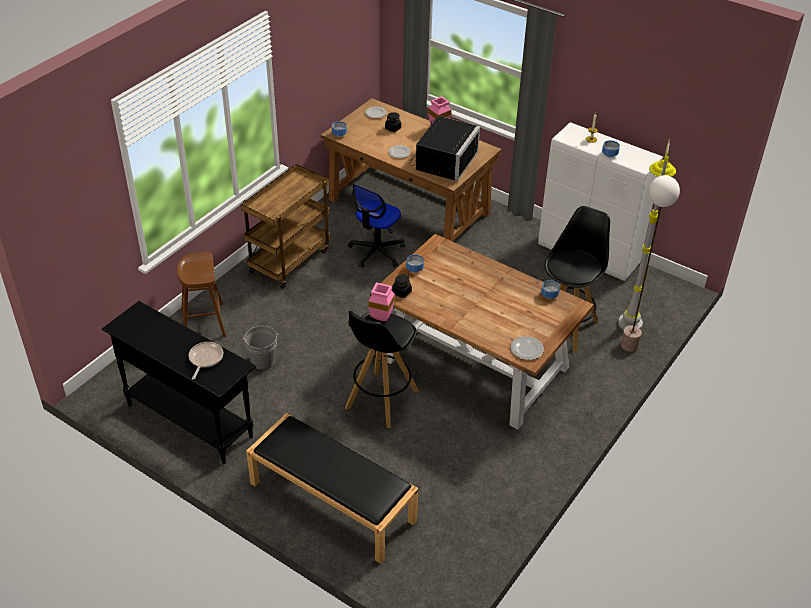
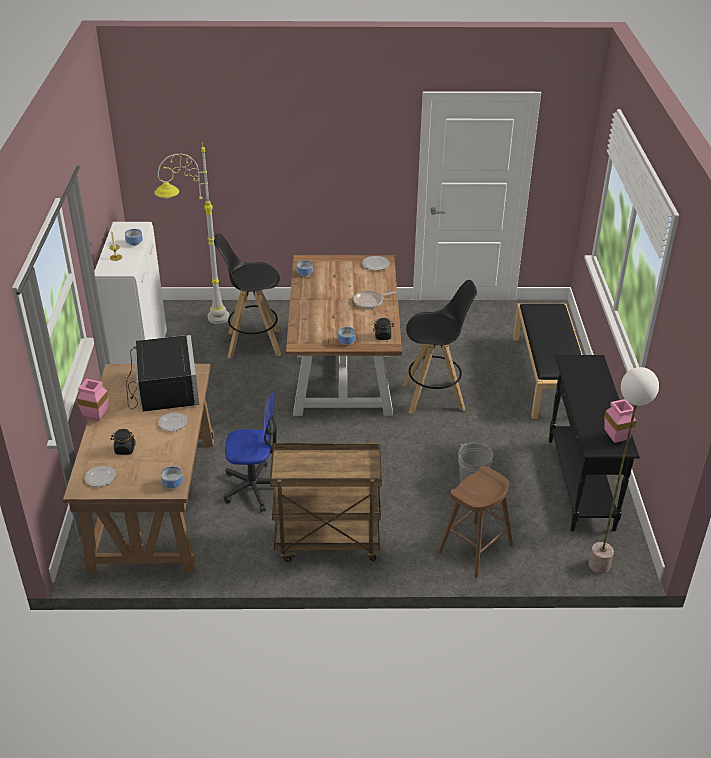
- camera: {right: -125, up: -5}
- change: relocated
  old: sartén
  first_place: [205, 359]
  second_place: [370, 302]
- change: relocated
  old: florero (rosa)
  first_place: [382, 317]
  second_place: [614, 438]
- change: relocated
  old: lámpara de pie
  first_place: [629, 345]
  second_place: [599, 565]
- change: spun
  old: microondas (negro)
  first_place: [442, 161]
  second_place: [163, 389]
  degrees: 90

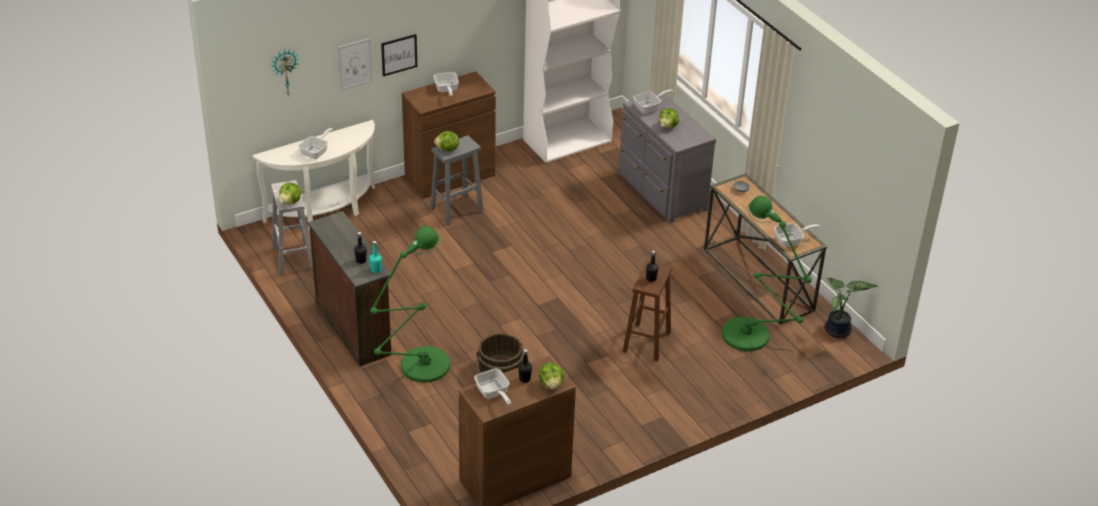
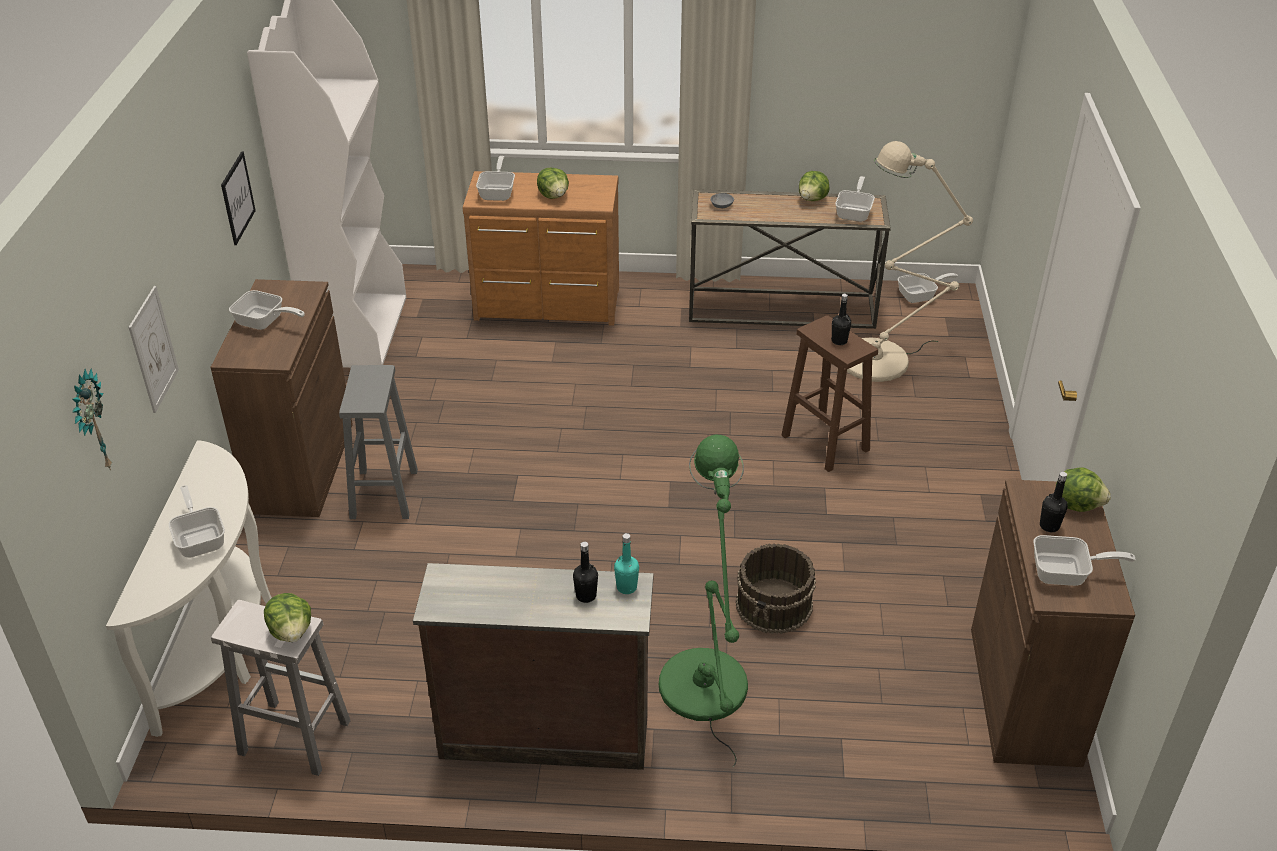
- camera: {right: -55, up: 0}
- change: relocated
  old: cuadro
  first_place: [399, 54]
  second_place: [237, 198]
- change: relocated
  old: lechuga
  first_place: [447, 149]
  second_place: [812, 199]
- change: exchanged
  old: planta en maceta
  new: sartén
  first_place: [838, 332]
  second_place: [920, 295]
- change: colour
  old: cómoda (gris)
  new: cómoda (marrón)
  first_place: [660, 192]
  second_place: [548, 306]
- change: colour
  old: lámpara de pie (verde)
  new: lámpara de pie (beis)
  first_place: [751, 338]
  second_place: [883, 359]

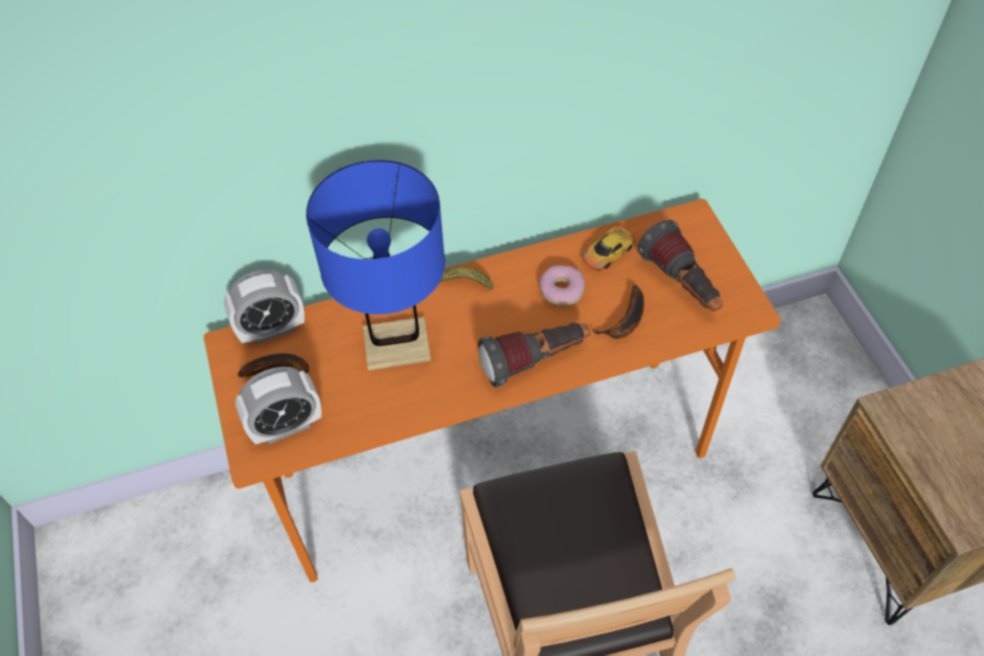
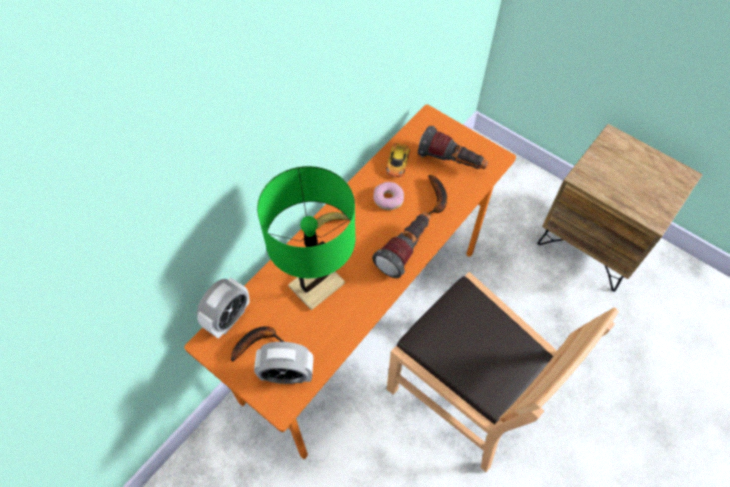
- camera: {right: -35, up: 5}
- change: colour
  old: lámpara de mesa (azul)
  new: lámpara de mesa (verde)
  first_place: [396, 345]
  second_place: [316, 285]
- change: spun
  old: despertador
  first_place: [286, 426]
  second_place: [287, 374]
  degrees: 60

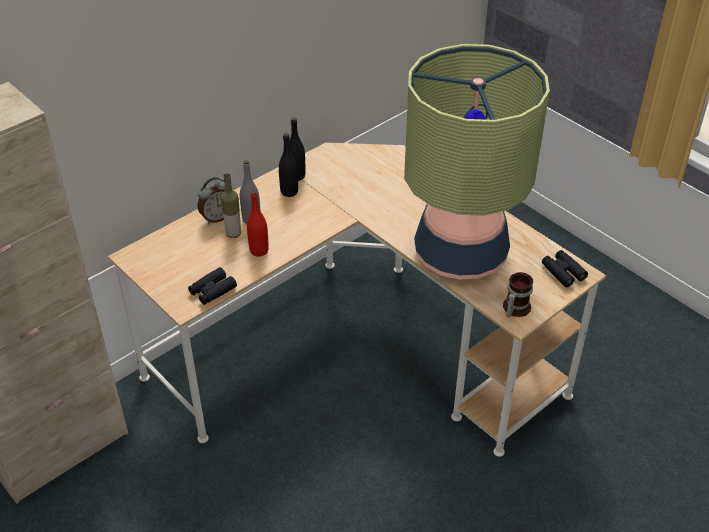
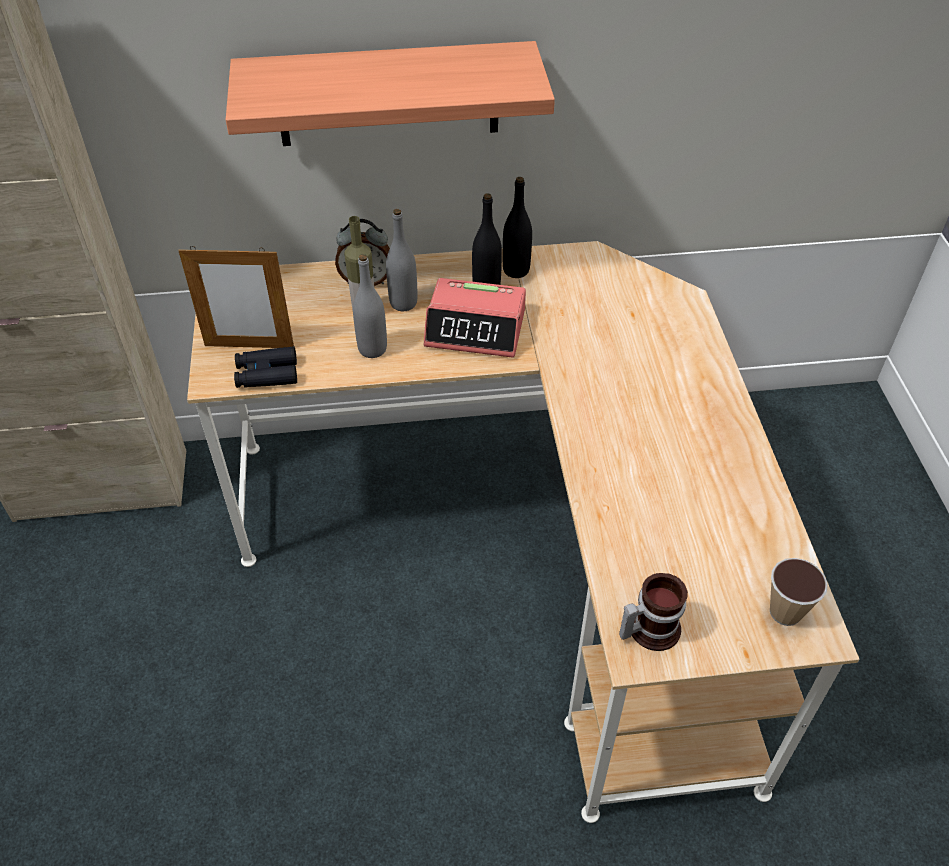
- camera: {right: 35, up: 5}
- change: missing
  old: lámpara de mesa
  first_place: [460, 254]
- change: appeared
  new: portarretratos
  second_place: [249, 346]
- change: appeared
  new: estante
  second_place: [388, 94]
- change: appeared
  new: despertador
  second_place: [476, 328]
- change: exchanged
  old: prismáticos (negro)
  new: taza
  first_place: [563, 272]
  second_place: [785, 612]
- change: colour
  old: botella (rojo)
  new: botella (gris)
  first_place: [259, 250]
  second_place: [372, 349]

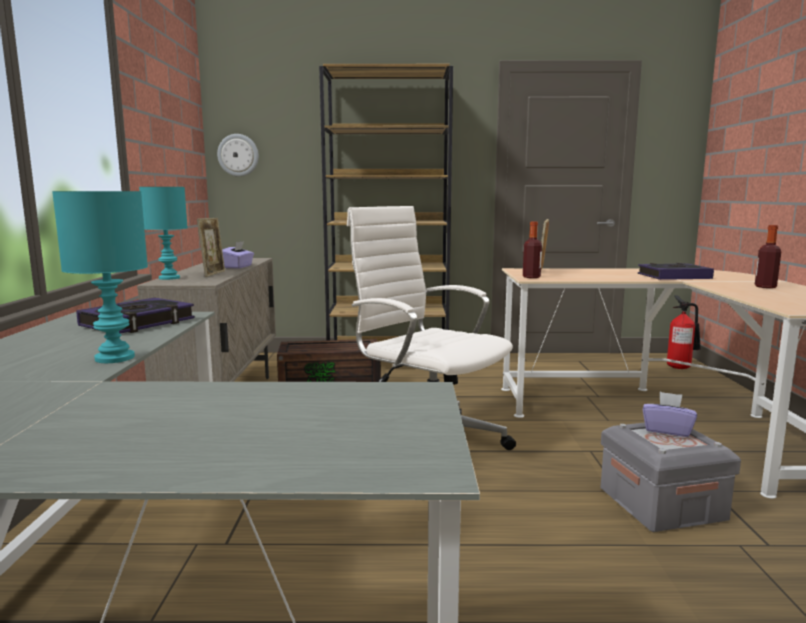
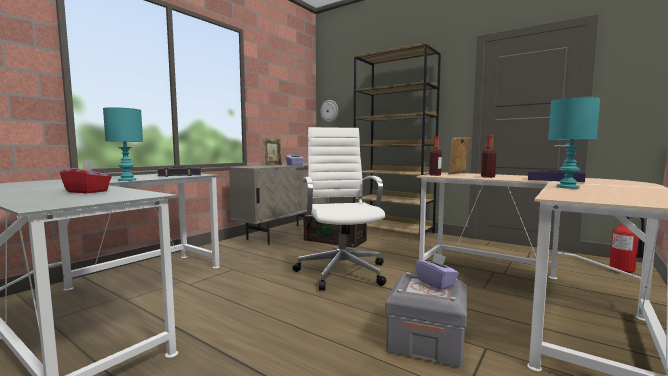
- camera: {right: 35, up: -5}
- change: appeared
  new: caja de pañuelos (rojo)
  second_place: [87, 191]
- change: relocated
  old: lámpara de mesa (turquesa)
  first_place: [169, 278]
  second_place: [568, 187]
- change: relocated
  old: botella
  first_place: [765, 287]
  second_place: [487, 177]

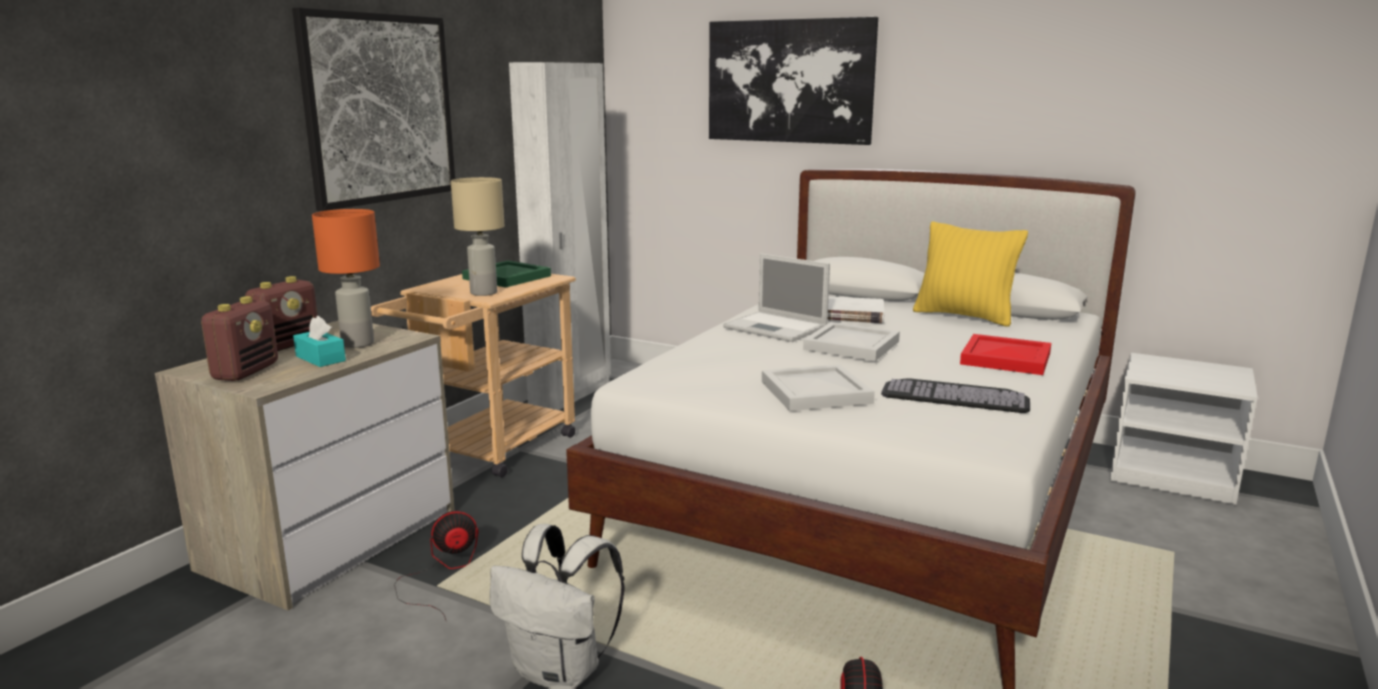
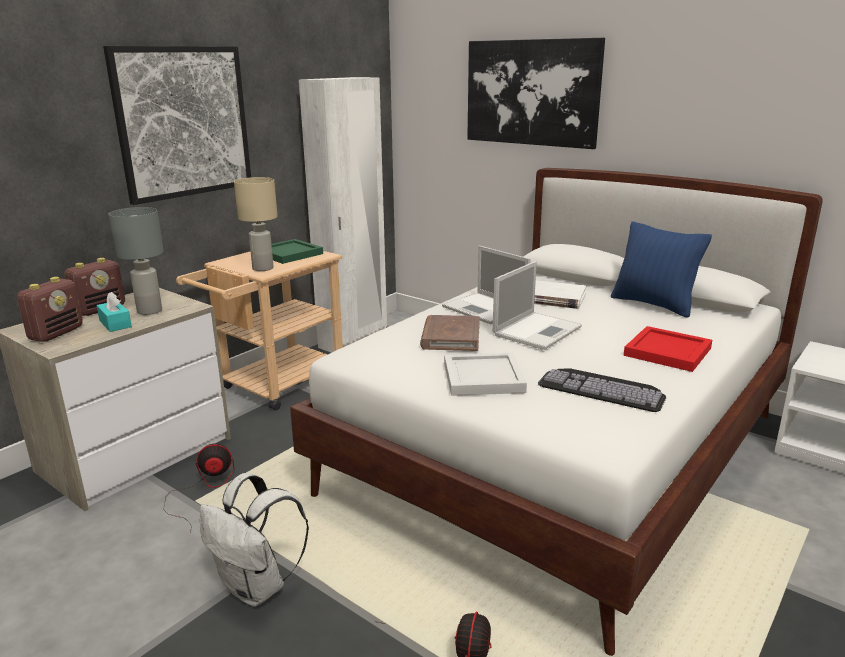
- camera: {right: 10, up: 5}
- change: appeared
  new: libro (marrón)
  second_place: [450, 337]
- change: exchanged
  old: bandeja (blanco)
  new: portátil
  first_place: [850, 345]
  second_place: [537, 330]
- change: colour
  old: lámpara de mesa (naranja)
  new: lámpara de mesa (gris)
  first_place: [356, 344]
  second_place: [149, 311]
- change: colour
  old: cojín (amarillo)
  new: cojín (azul)
  first_place: [964, 316]
  second_place: [653, 304]

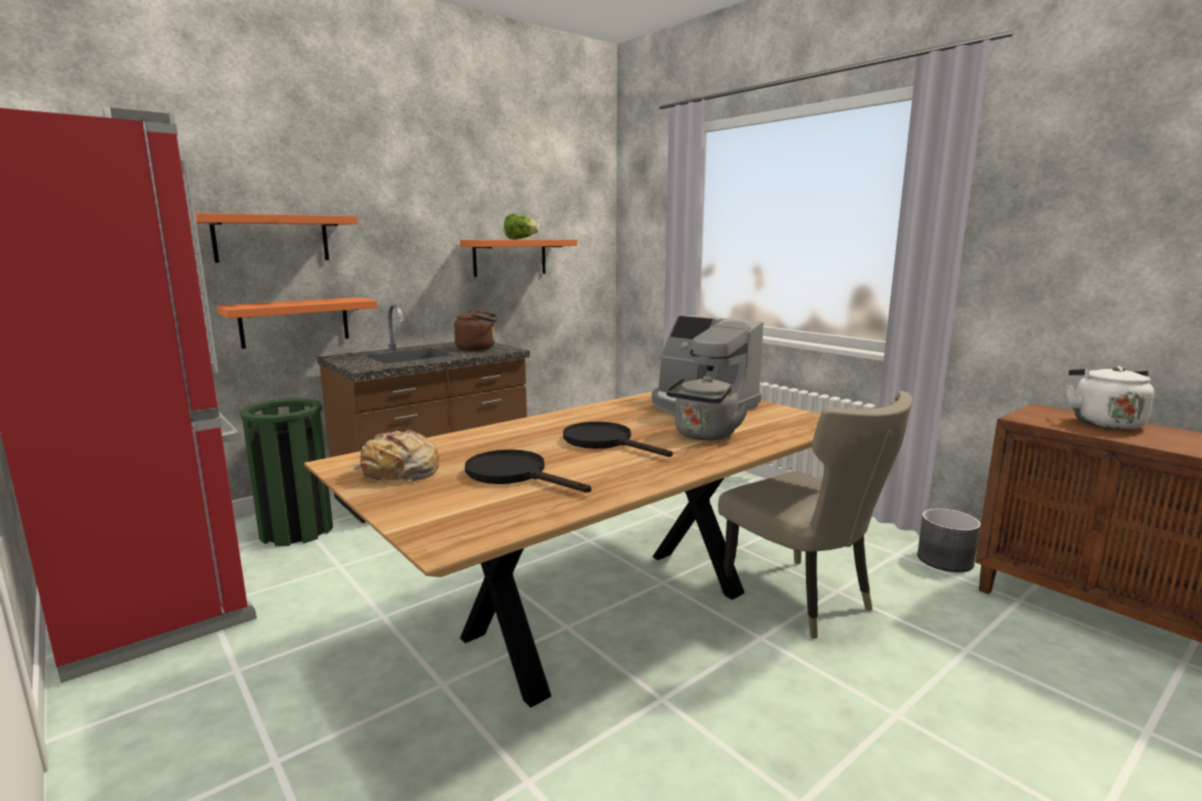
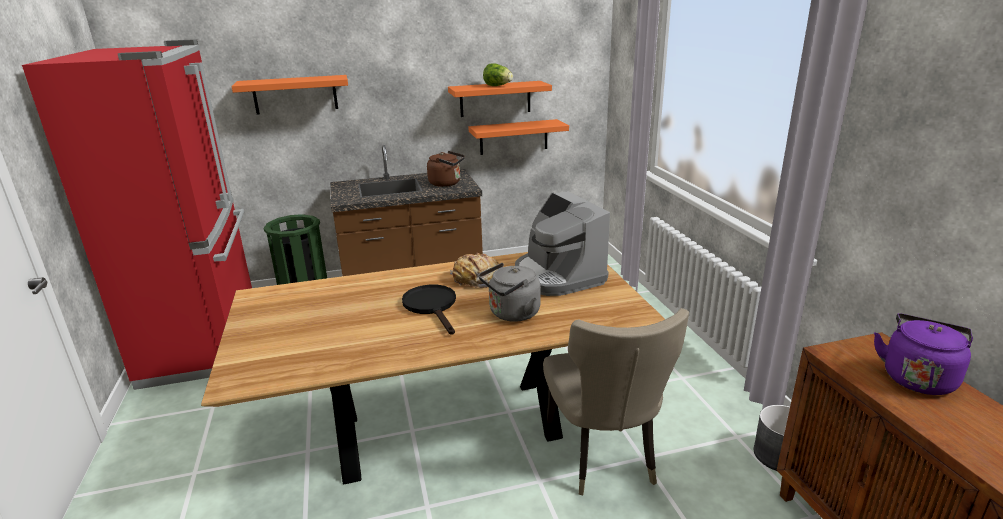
- camera: {right: 25, up: 10}
- change: missing
  old: sartén (negro)
  first_place: [515, 475]
- change: relocated
  old: estante (naranja)
  first_place: [295, 322]
  second_place: [513, 137]
- change: relocated
  old: pan
  first_place: [400, 472]
  second_place: [476, 279]
- change: colour
  old: hervidor (blanco)
  new: hervidor (morado)
  first_place: [1103, 423]
  second_place: [917, 377]

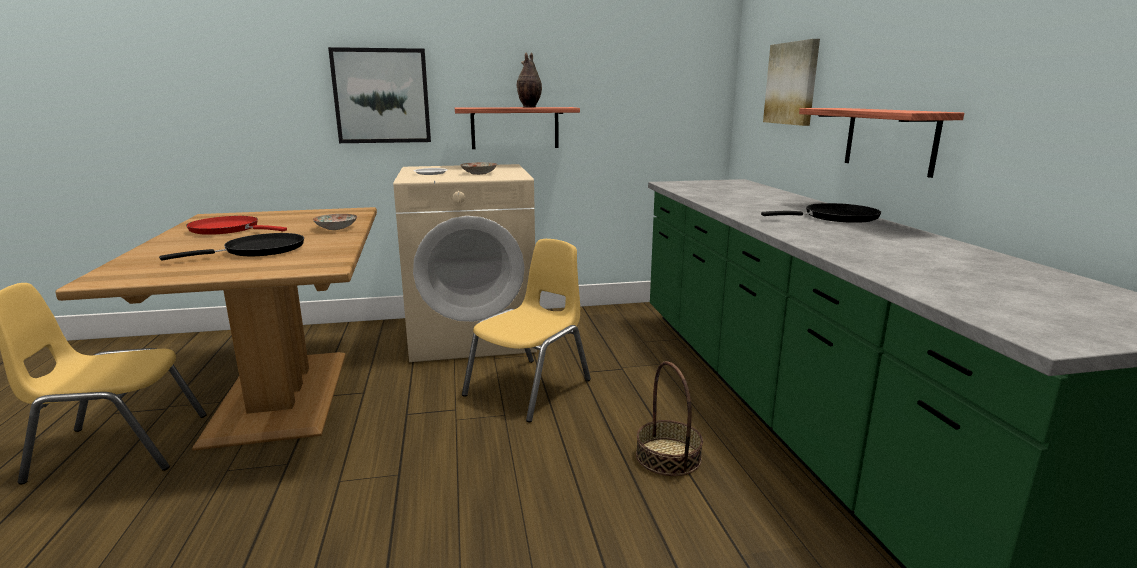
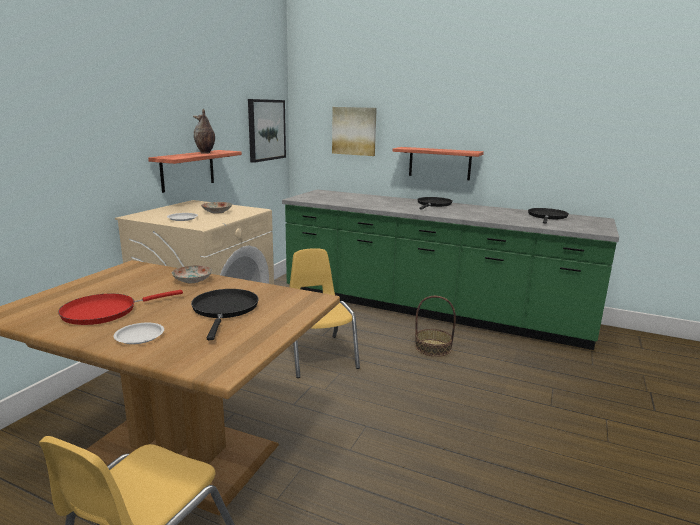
- camera: {right: -55, up: 0}
- change: appeared
  new: plato (blanco)
  second_place: [139, 336]
- change: appeared
  new: sartén (negro)
  second_place: [547, 217]
- change: relocated
  old: cuadro
  first_place: [382, 96]
  second_place: [266, 130]

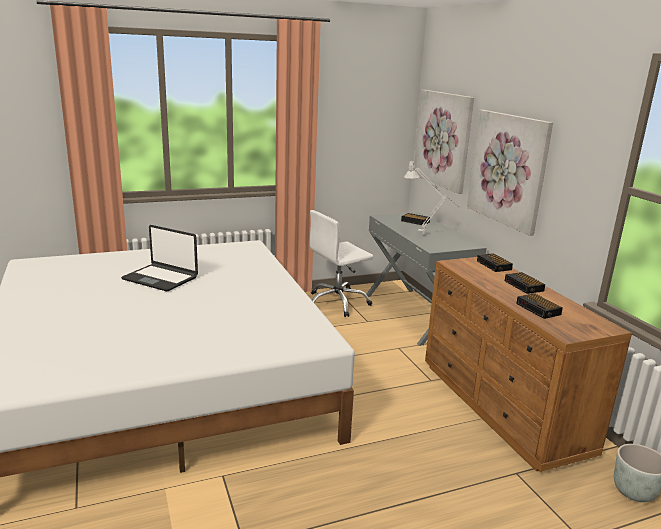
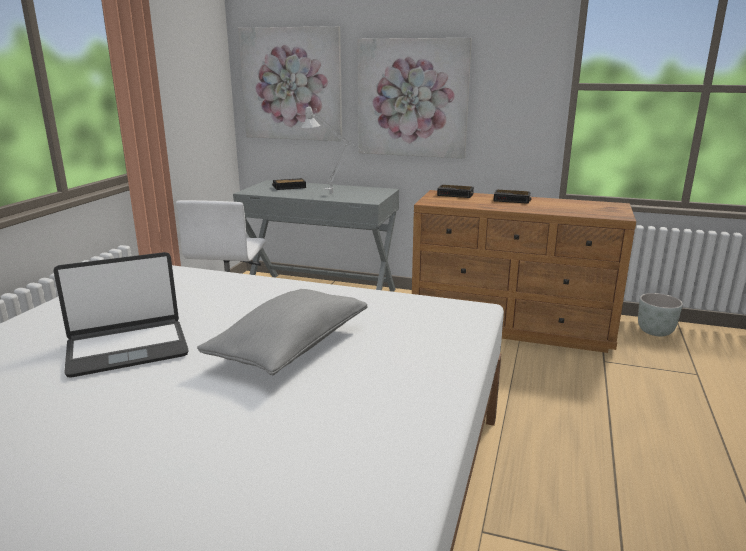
- camera: {right: -50, up: 0}
- change: missing
  old: despertador
  first_place: [539, 309]
- change: appeared
  new: cojín (gris)
  second_place: [290, 348]

